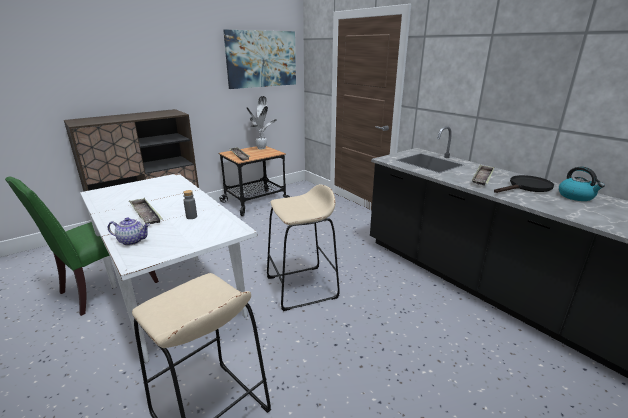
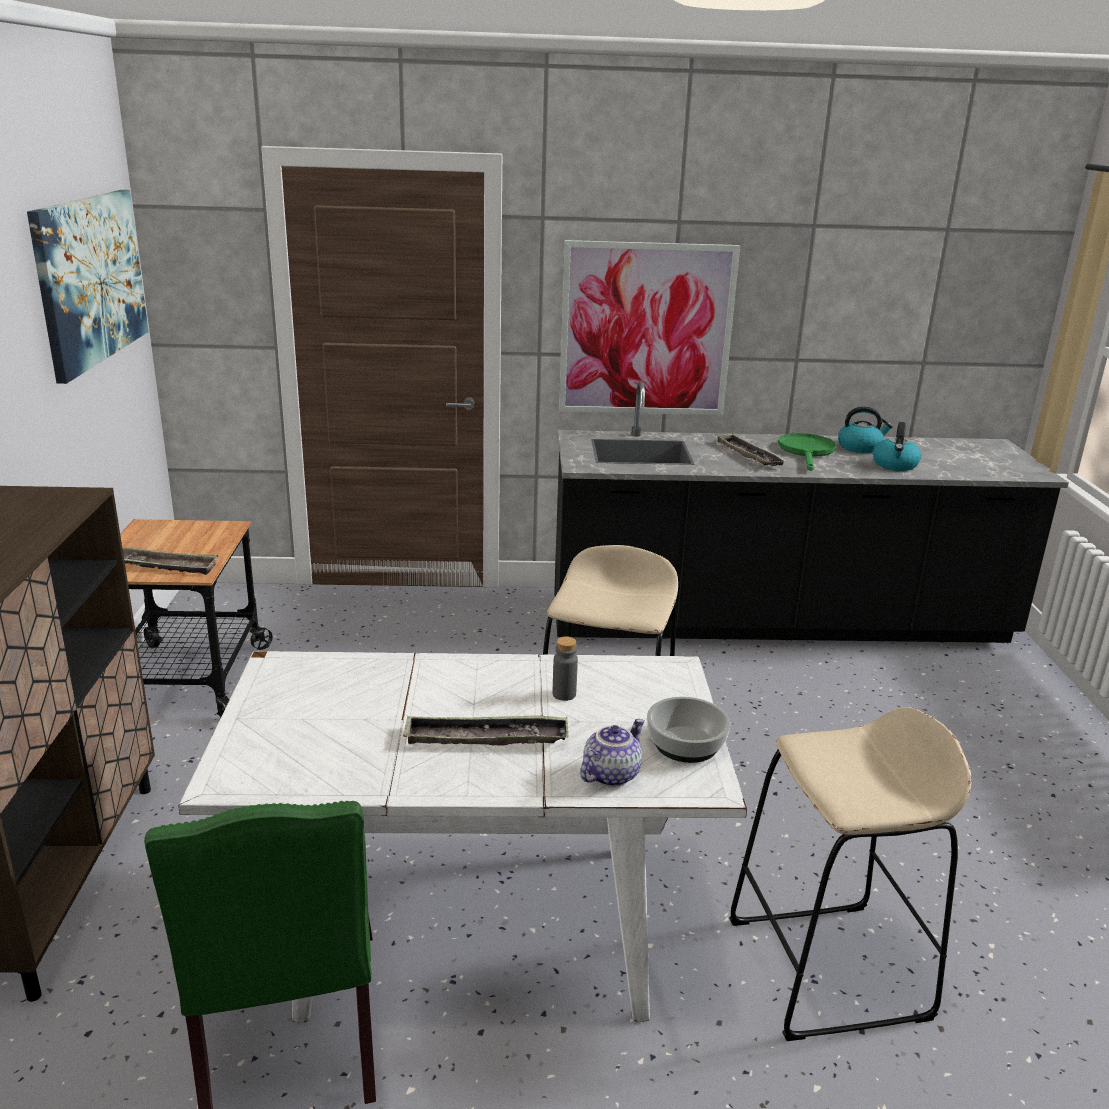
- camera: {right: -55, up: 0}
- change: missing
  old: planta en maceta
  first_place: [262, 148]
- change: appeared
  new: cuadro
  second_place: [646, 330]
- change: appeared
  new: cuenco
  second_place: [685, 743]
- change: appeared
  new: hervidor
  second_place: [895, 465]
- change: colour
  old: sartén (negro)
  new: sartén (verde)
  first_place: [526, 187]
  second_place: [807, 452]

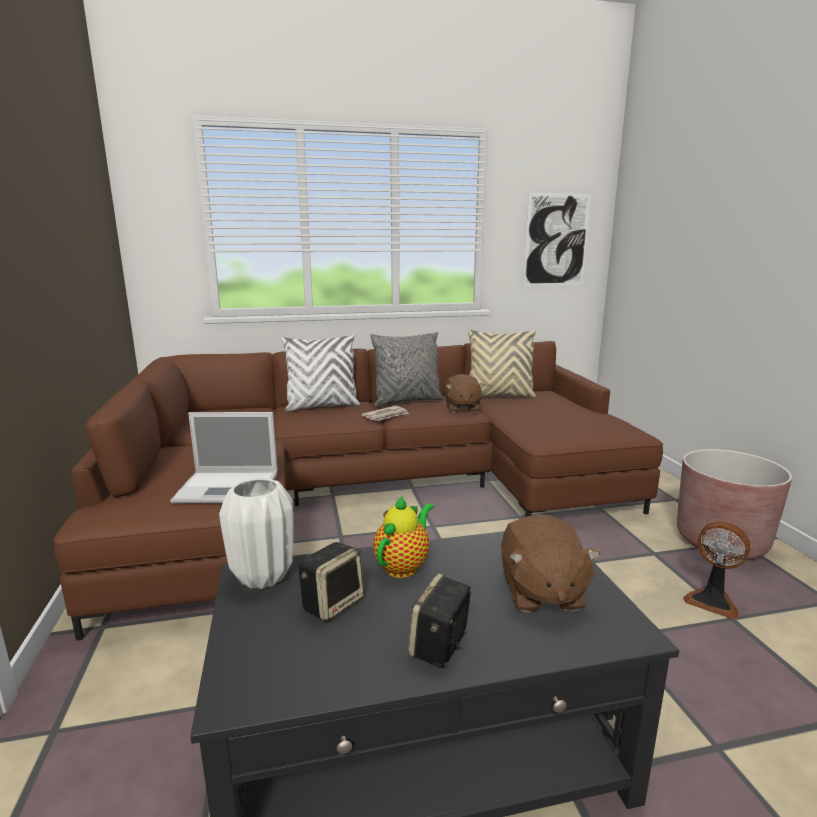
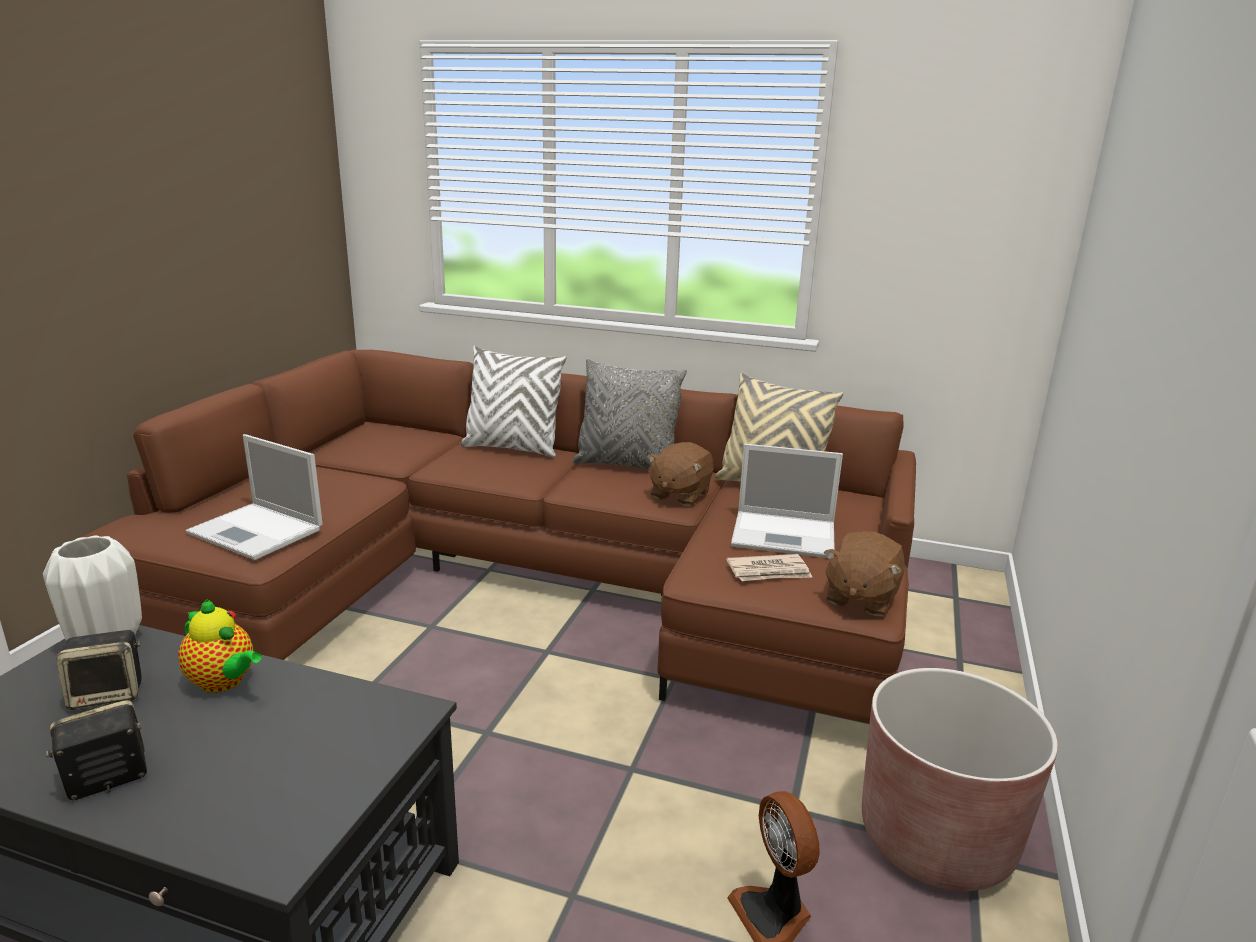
- camera: {right: 30, up: 5}
- change: missing
  old: cuadro
  first_place: [556, 240]
- change: appeared
  new: portátil
  second_place: [786, 535]
- change: relocated
  old: periódico
  first_place: [386, 416]
  second_place: [769, 571]
- change: relocated
  old: peluche (marrón)
  first_place: [540, 592]
  second_place: [860, 598]
- change: spun
  old: tetera
  first_place: [404, 566]
  second_place: [224, 682]
  degrees: 60

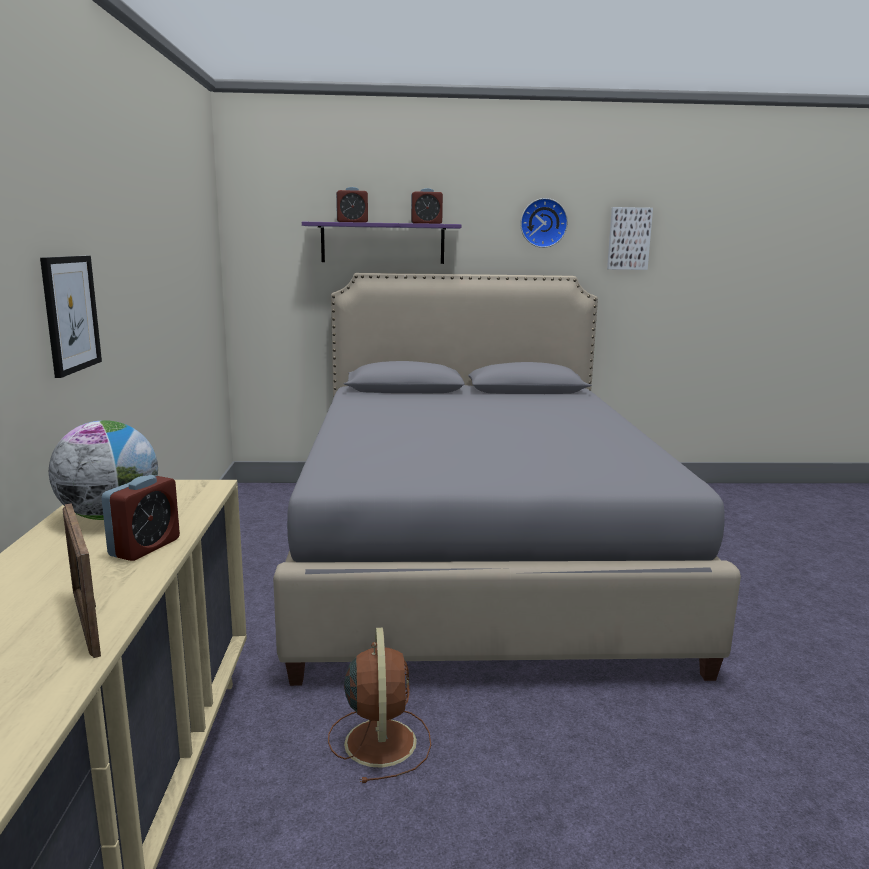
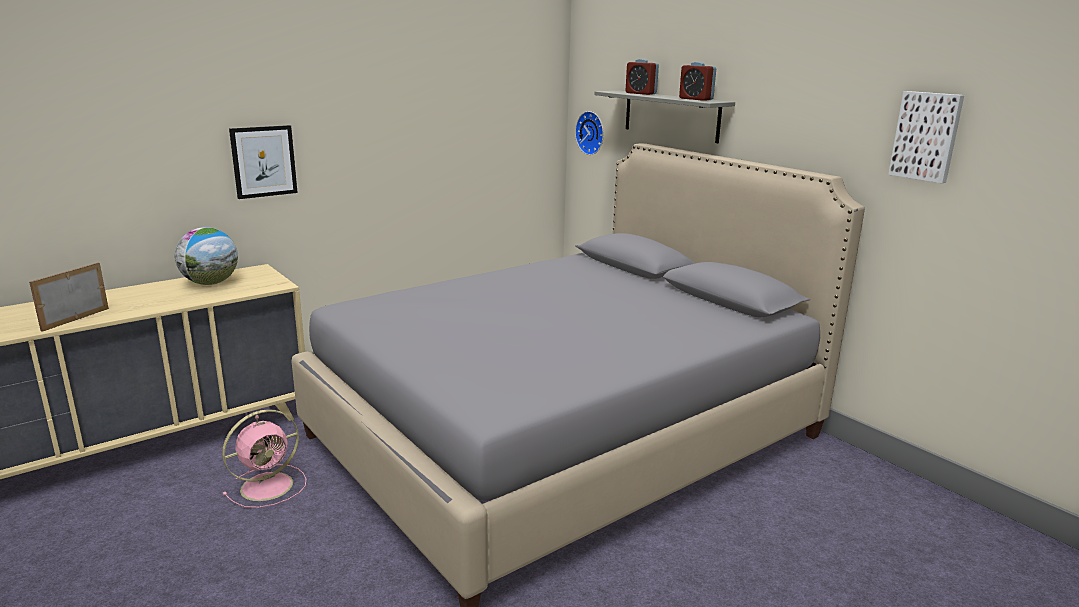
- camera: {right: 55, up: 5}
- change: missing
  old: despertador
  first_place: [145, 547]
- change: relocated
  old: reloj de pared
  first_place: [543, 223]
  second_place: [591, 133]
- change: colour
  old: estante (morado)
  new: estante (gris)
  first_place: [382, 243]
  second_place: [671, 115]
- change: colour
  old: ventilador (marrón)
  new: ventilador (rosa)
  first_place: [380, 740]
  second_place: [269, 485]

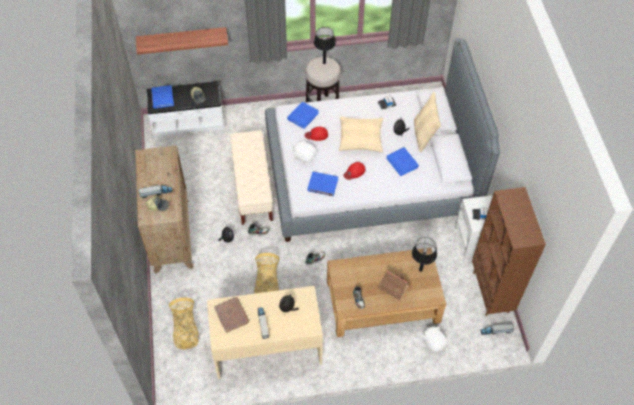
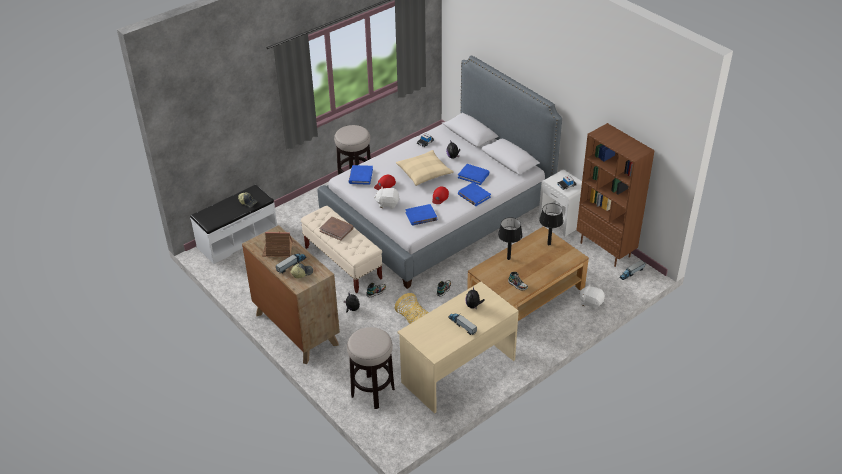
- camera: {right: -30, up: -15}
- change: missing
  old: estante
  first_place: [182, 39]
- change: missing
  old: cojín (beis)
  first_place: [424, 135]
- change: relocated
  old: libro (azul)
  first_place: [162, 98]
  second_place: [474, 196]
- change: relocated
  old: libro (marrón)
  first_place: [231, 315]
  second_place: [336, 229]
- change: relocated
  old: lámpara de mesa (negro)
  first_place: [324, 63]
  second_place: [508, 258]
- change: relocated
  old: casita
  first_place: [393, 287]
  second_place: [278, 251]
- change: exchanged
  old: cesta
  new: taburete
  first_place: [185, 330]
  second_place: [372, 392]

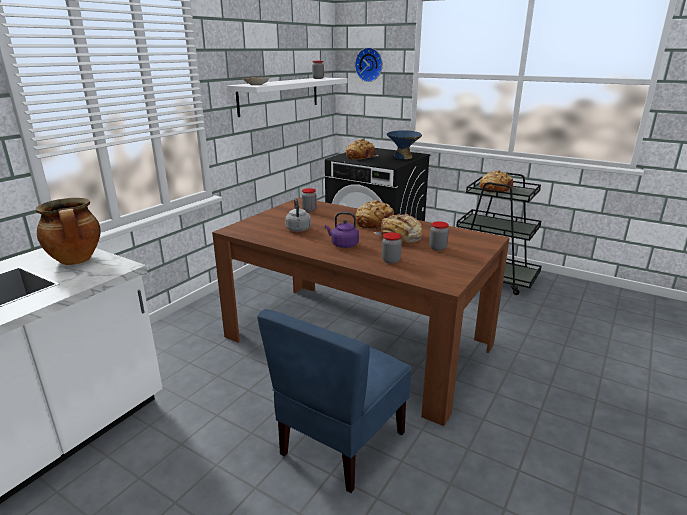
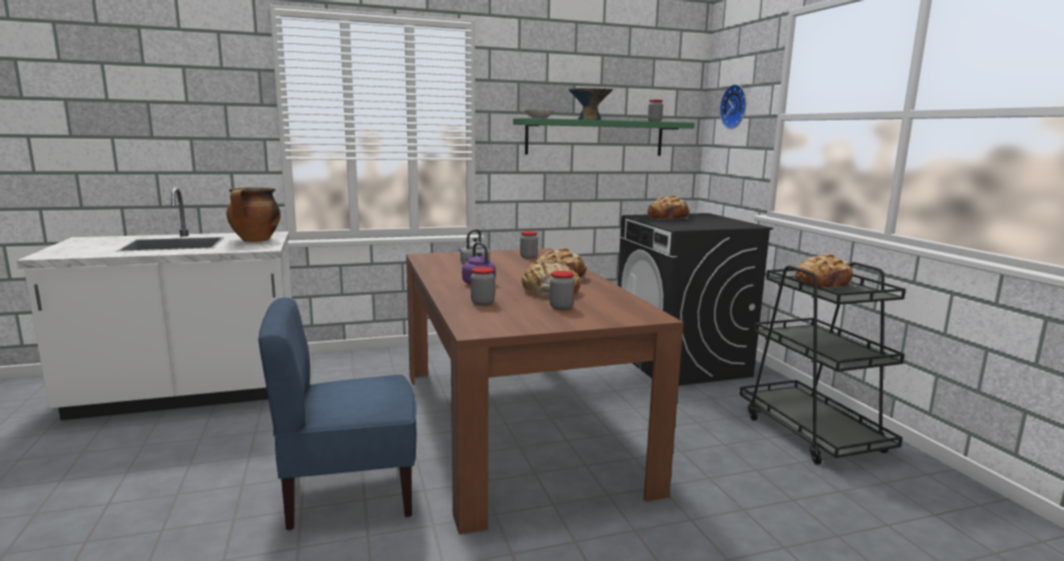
- camera: {right: 40, up: -10}
- change: relocated
  old: cuenco (azul)
  first_place: [403, 157]
  second_place: [589, 119]
- change: colour
  old: estante (blanco)
  new: estante (verde)
  first_place: [279, 95]
  second_place: [595, 138]

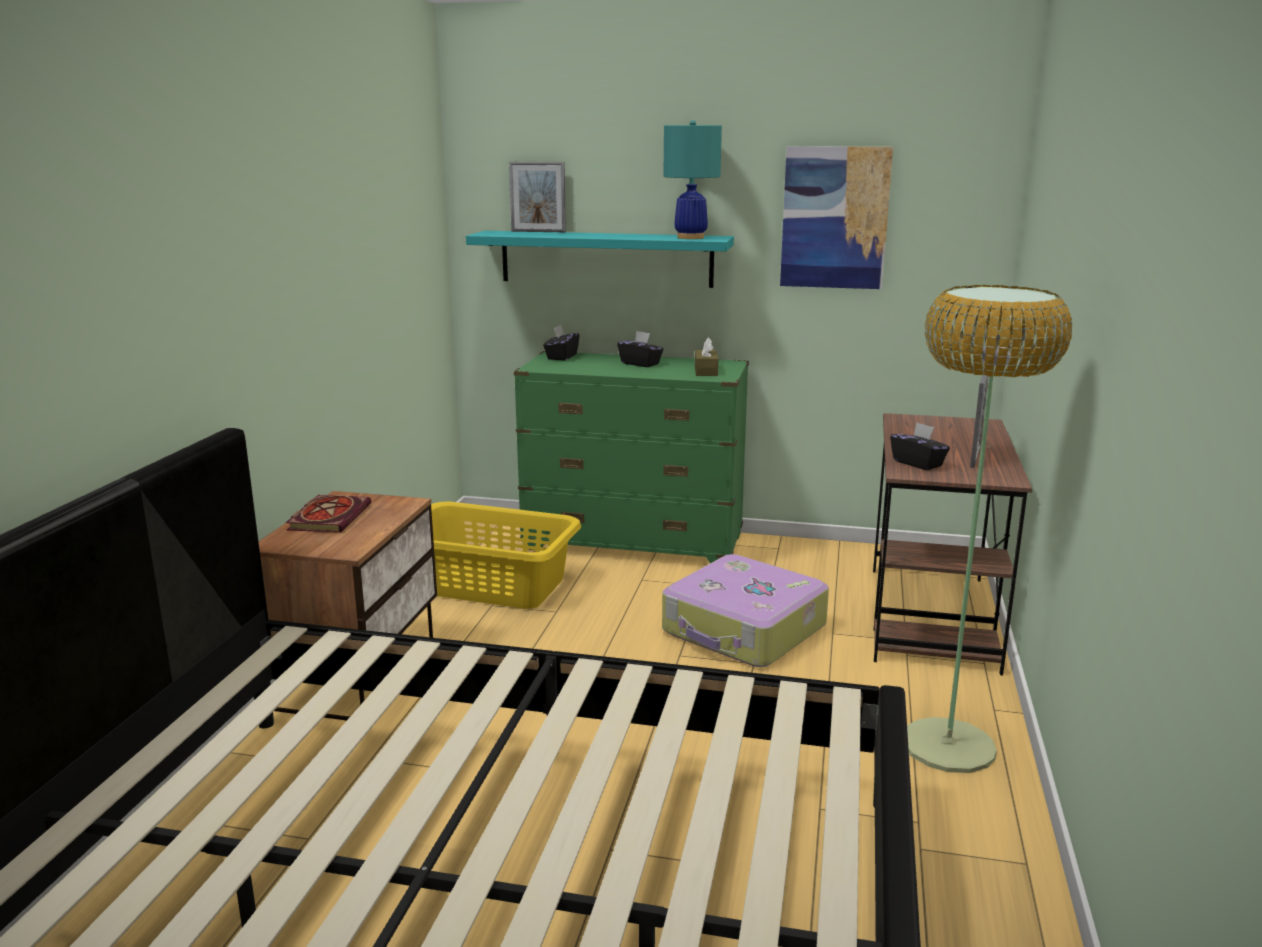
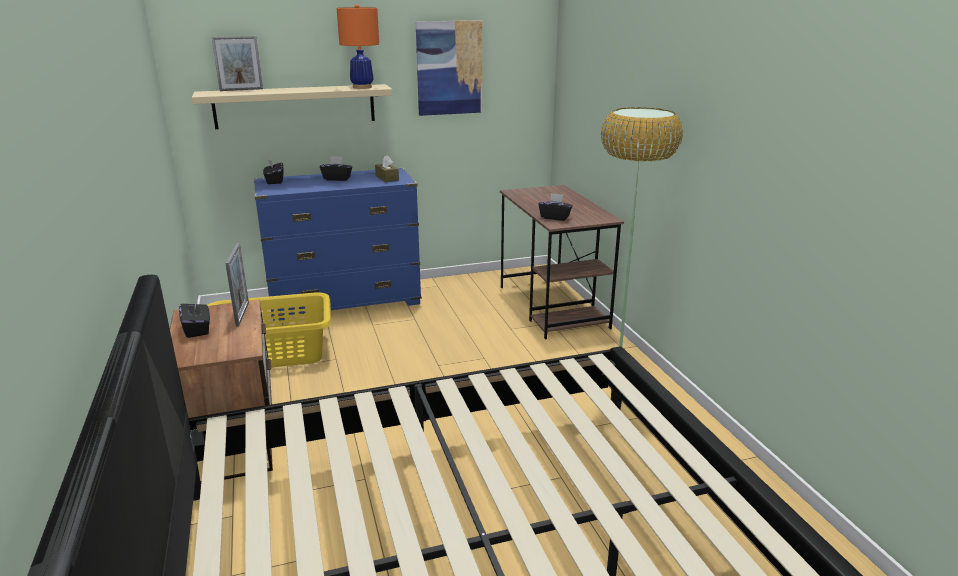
- camera: {right: -30, up: 5}
- change: missing
  old: maleta
  first_place: [744, 630]
- change: relocated
  old: portarretratos
  first_place: [975, 457]
  second_place: [242, 314]
- change: exchanged
  old: libro
  new: caja de pañuelos (negro)
  first_place: [329, 517]
  second_place: [197, 329]
- change: colour
  old: estante (turquesa)
  new: estante (beis)
  first_place: [606, 258]
  second_place: [295, 106]
- change: colour
  old: cómoda (verde)
  new: cómoda (azul)
  first_place: [634, 542]
  second_place: [345, 302]
- change: colour
  old: lámpara de mesa (turquesa)
  new: lámpara de mesa (naranja)
  first_place: [690, 237]
  second_place: [362, 87]

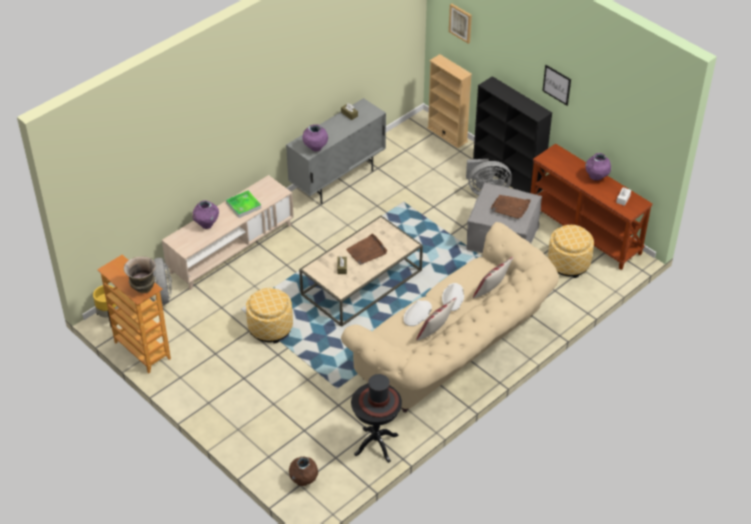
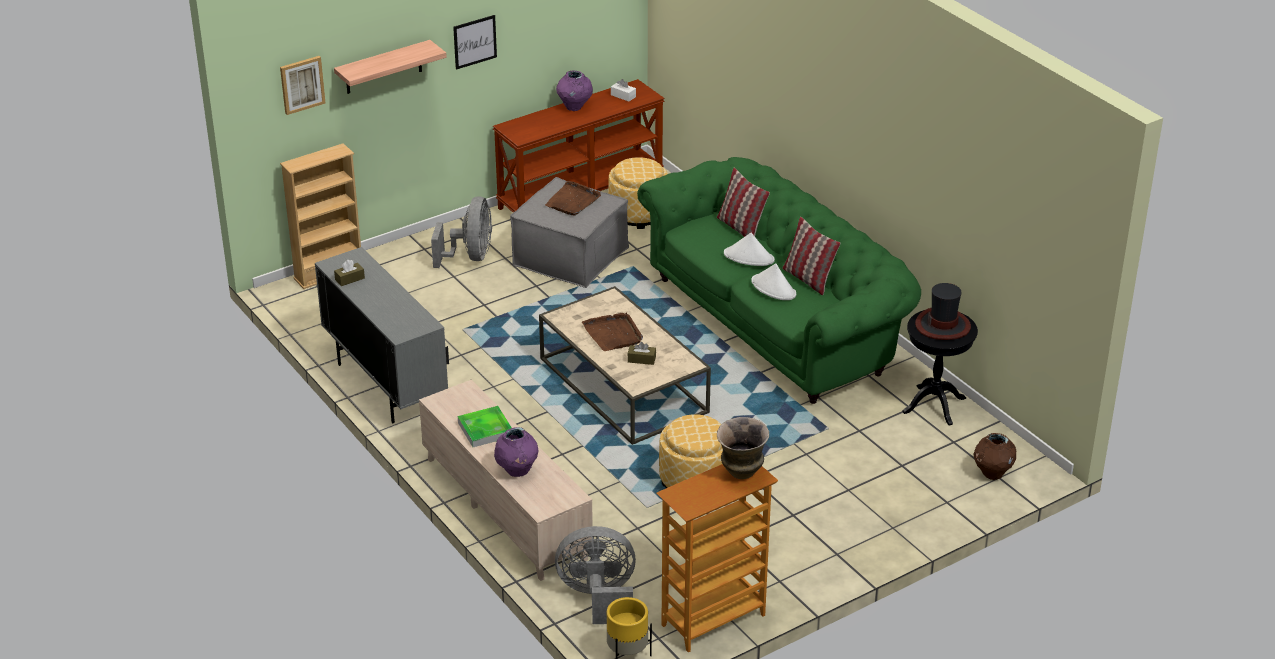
- camera: {right: -80, up: -10}
- change: missing
  old: florero (morado)
  first_place: [315, 148]
- change: missing
  old: estantería (negro)
  first_place: [508, 175]
- change: appeared
  new: estante
  second_place: [383, 67]
- change: colour
  old: sofá (beis)
  new: sofá (verde)
  first_place: [455, 352]
  second_place: [778, 322]

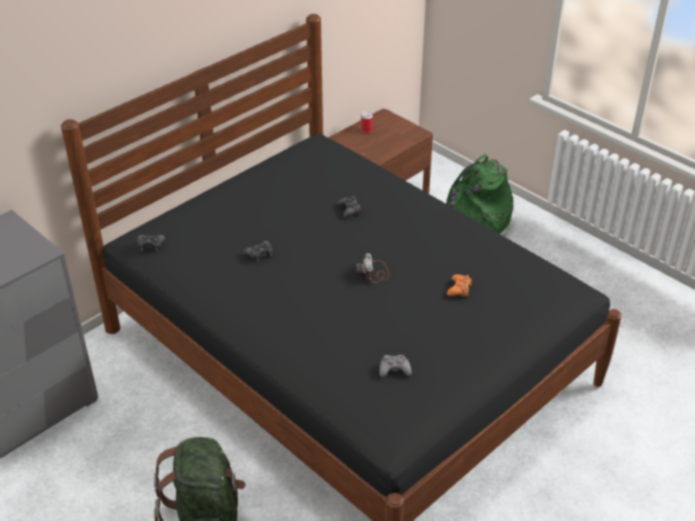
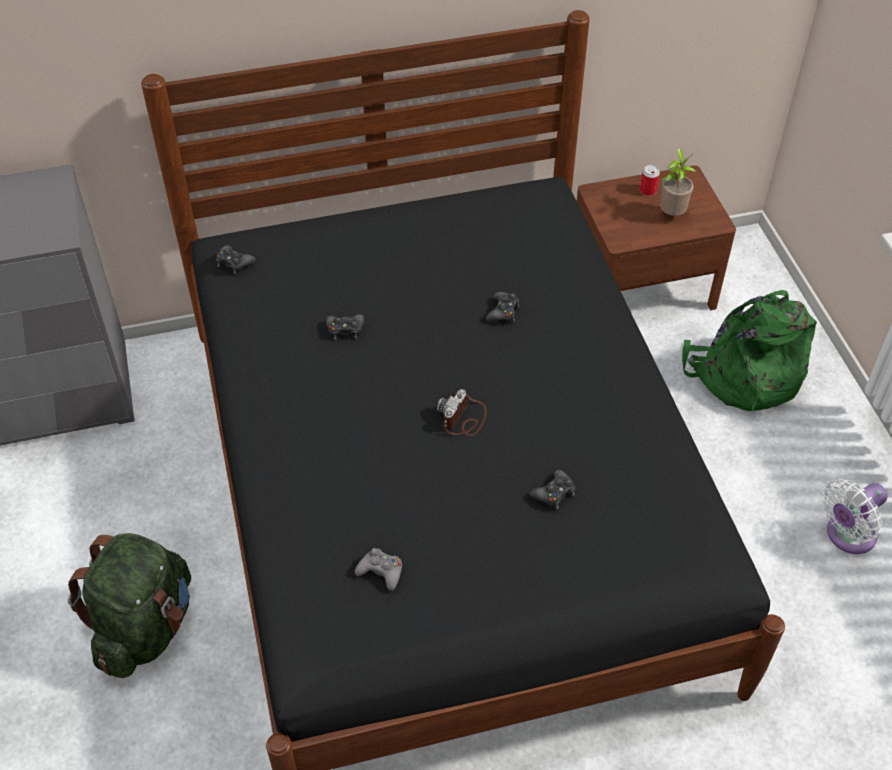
- camera: {right: 30, up: 10}
- change: appeared
  new: planta en maceta
  second_place: [671, 214]
- change: appeared
  new: ventilador (blanco)
  second_place: [847, 536]
- change: colour
  old: mando de consola (naranja)
  new: mando de consola (negro)
  first_place: [459, 289]
  second_place: [554, 493]

